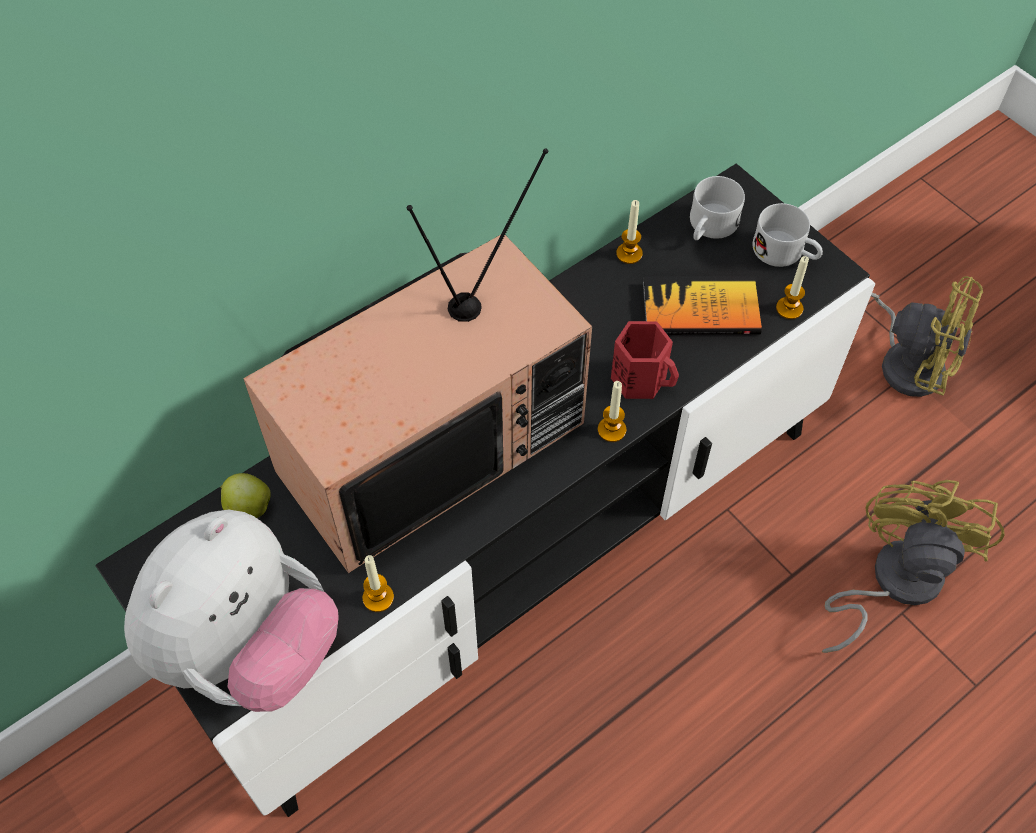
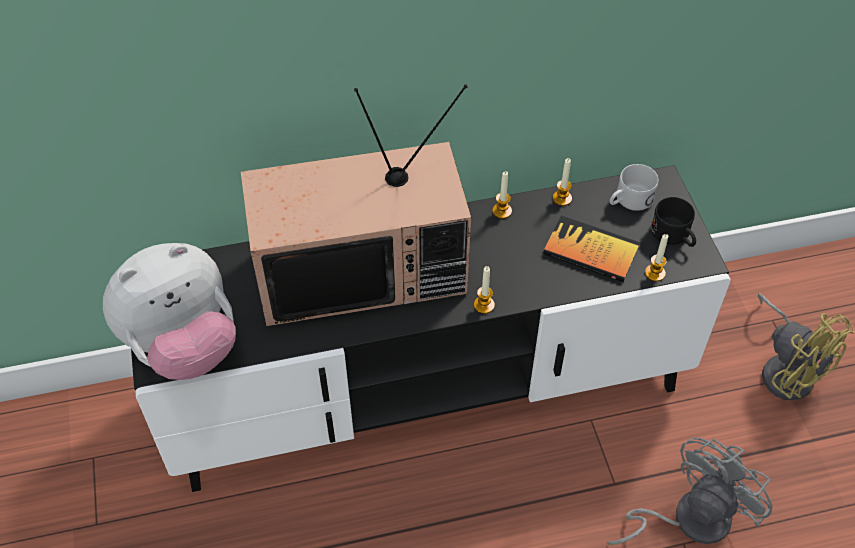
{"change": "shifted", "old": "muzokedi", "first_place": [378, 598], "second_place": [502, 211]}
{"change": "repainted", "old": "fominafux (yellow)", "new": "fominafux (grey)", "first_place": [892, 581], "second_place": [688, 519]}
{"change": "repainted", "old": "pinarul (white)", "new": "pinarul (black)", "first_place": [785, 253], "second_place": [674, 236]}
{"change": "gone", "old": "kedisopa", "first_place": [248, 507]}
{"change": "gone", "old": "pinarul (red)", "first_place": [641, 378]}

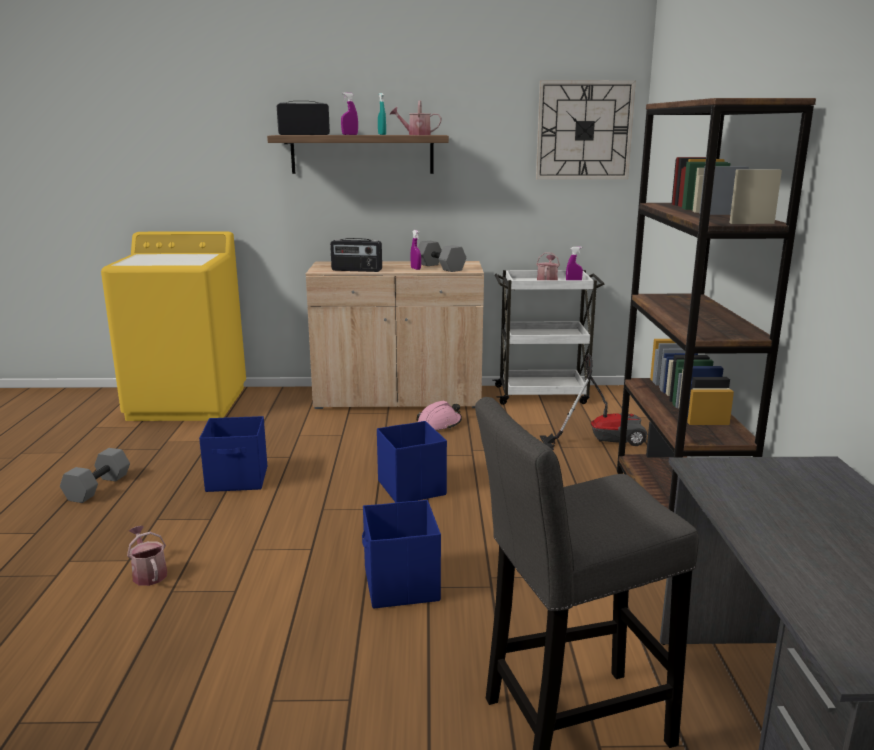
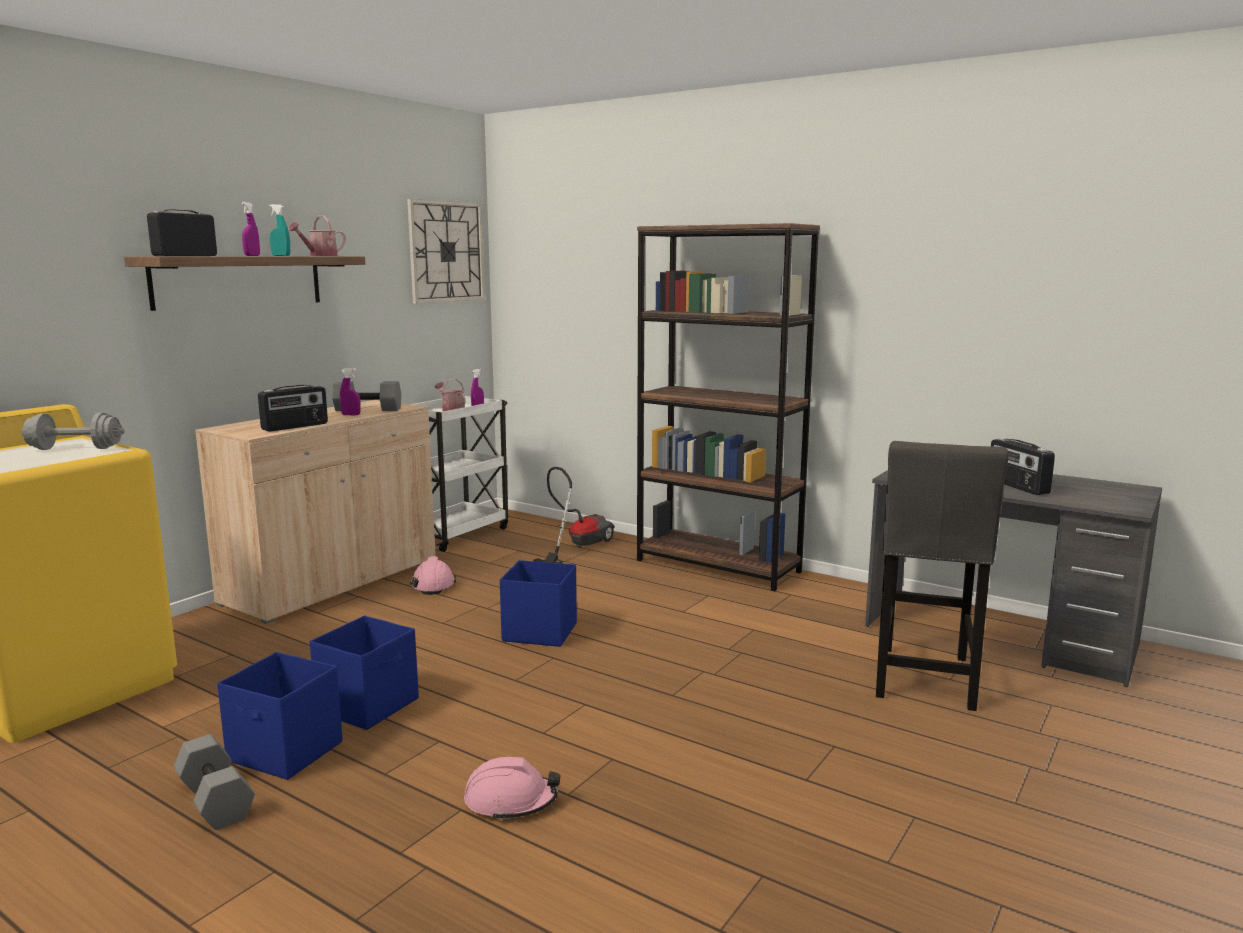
{"change": "new", "new": "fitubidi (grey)", "second_place": [75, 449]}
{"change": "shifted", "old": "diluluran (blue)", "first_place": [401, 585], "second_place": [286, 752]}
{"change": "swapped", "old": "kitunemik", "new": "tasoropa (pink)", "first_place": [148, 573], "second_place": [511, 801]}
{"change": "new", "new": "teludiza", "second_place": [1017, 486]}

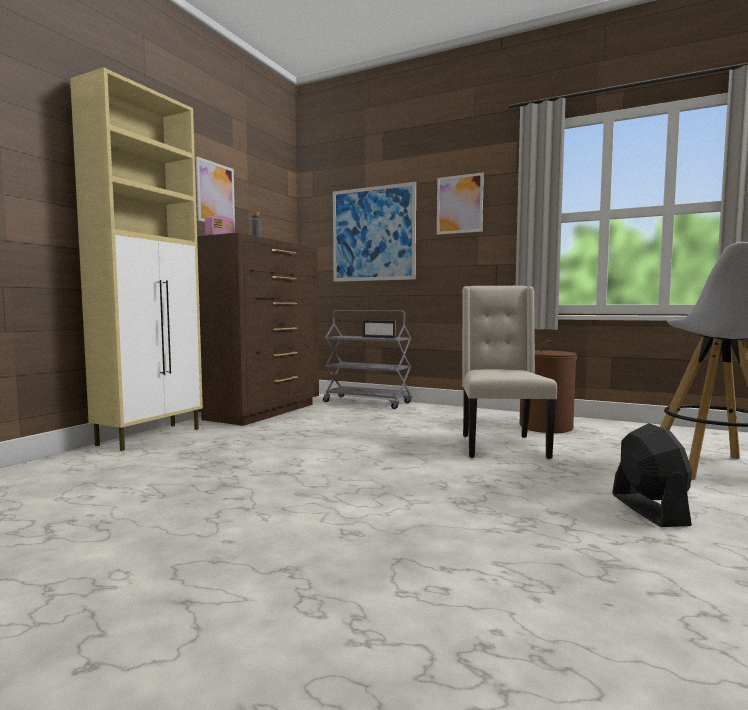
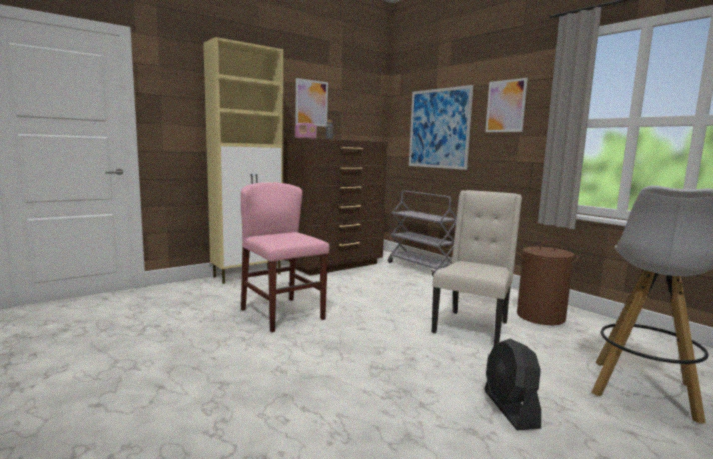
{"change": "new", "new": "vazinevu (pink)", "second_place": [282, 314]}
{"change": "rotated", "old": "fominafux (black)", "first_place": [648, 509], "second_place": [510, 409], "degrees": 150}
{"change": "gone", "old": "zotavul", "first_place": [378, 337]}

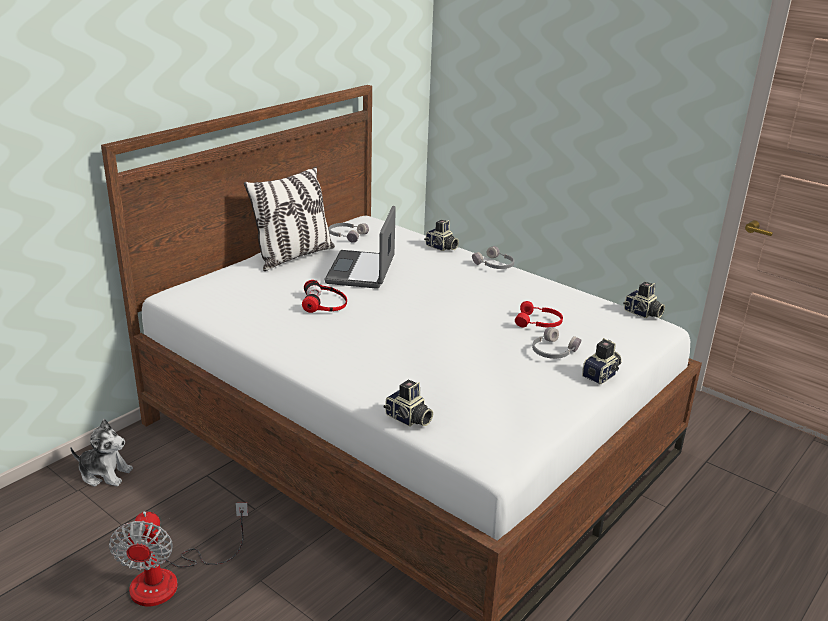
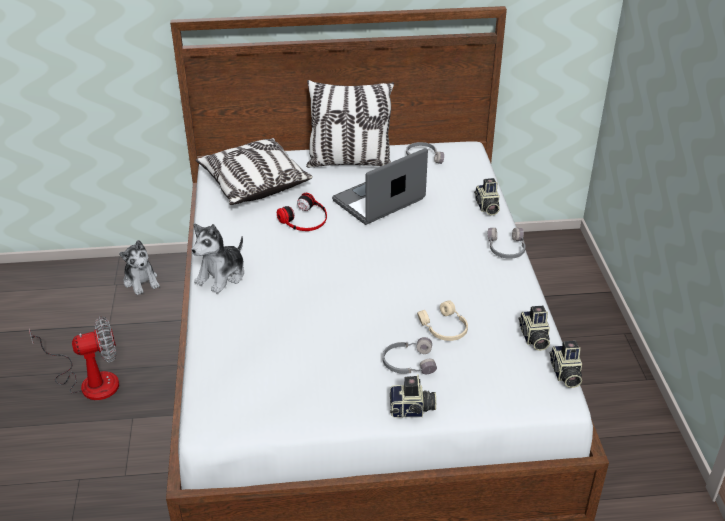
{"change": "rotated", "old": "fominafux", "first_place": [170, 579], "second_place": [90, 381], "degrees": -150}
{"change": "new", "new": "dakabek", "second_place": [222, 276]}
{"change": "new", "new": "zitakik", "second_place": [254, 184]}
{"change": "repainted", "old": "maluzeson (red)", "new": "maluzeson (beige)", "first_place": [539, 323], "second_place": [444, 328]}
{"change": "shifted", "old": "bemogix", "first_place": [408, 419], "second_place": [533, 338]}

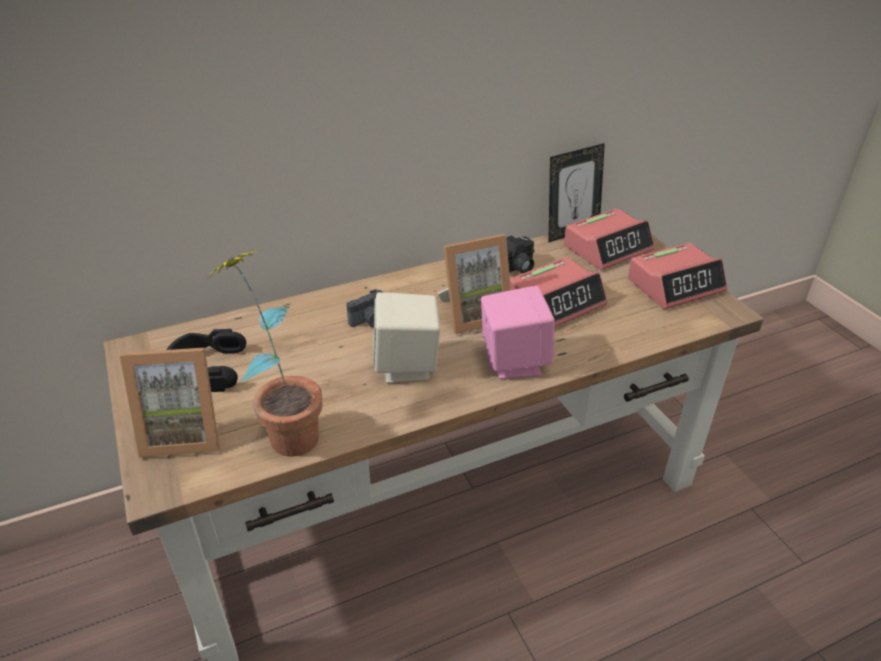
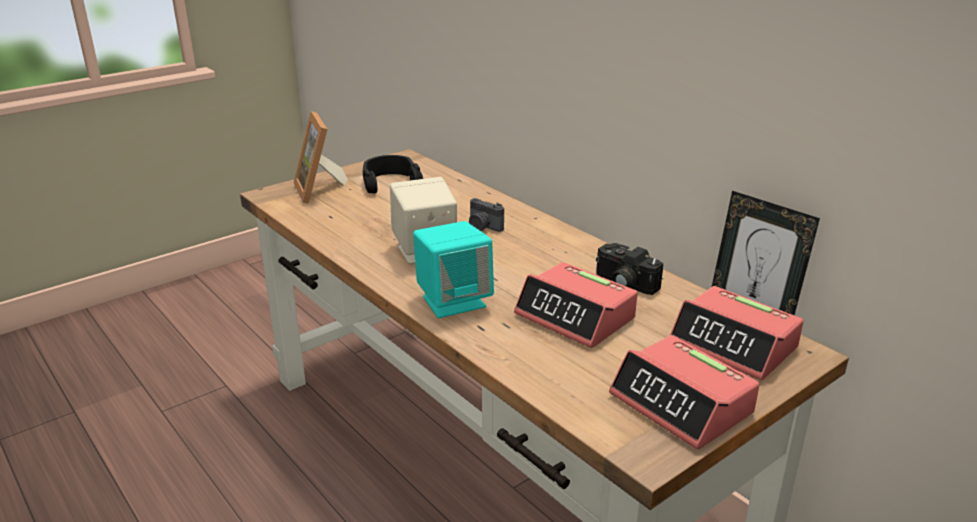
{"change": "repainted", "old": "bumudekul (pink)", "new": "bumudekul (turquoise)", "first_place": [513, 361], "second_place": [454, 301]}
{"change": "gone", "old": "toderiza", "first_place": [285, 430]}
{"change": "gone", "old": "zotavul", "first_place": [474, 314]}

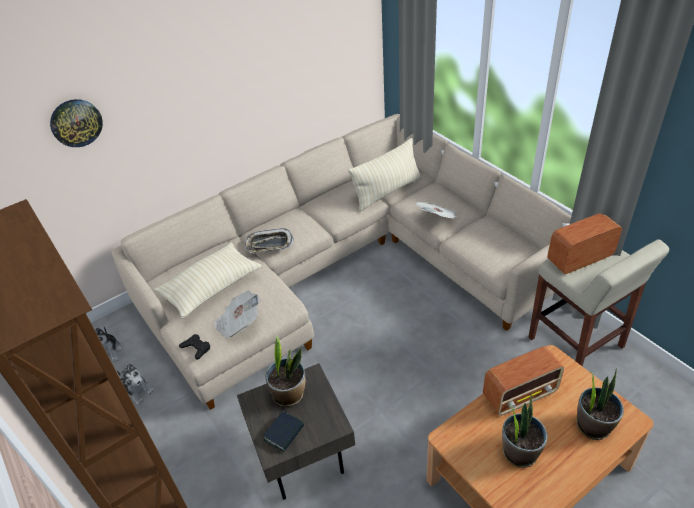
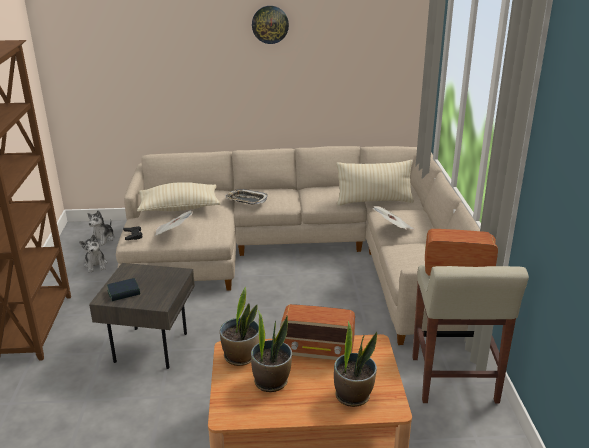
{"change": "shifted", "old": "toderiza", "first_place": [289, 394], "second_place": [241, 357]}
{"change": "shifted", "old": "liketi", "first_place": [76, 123], "second_place": [270, 24]}

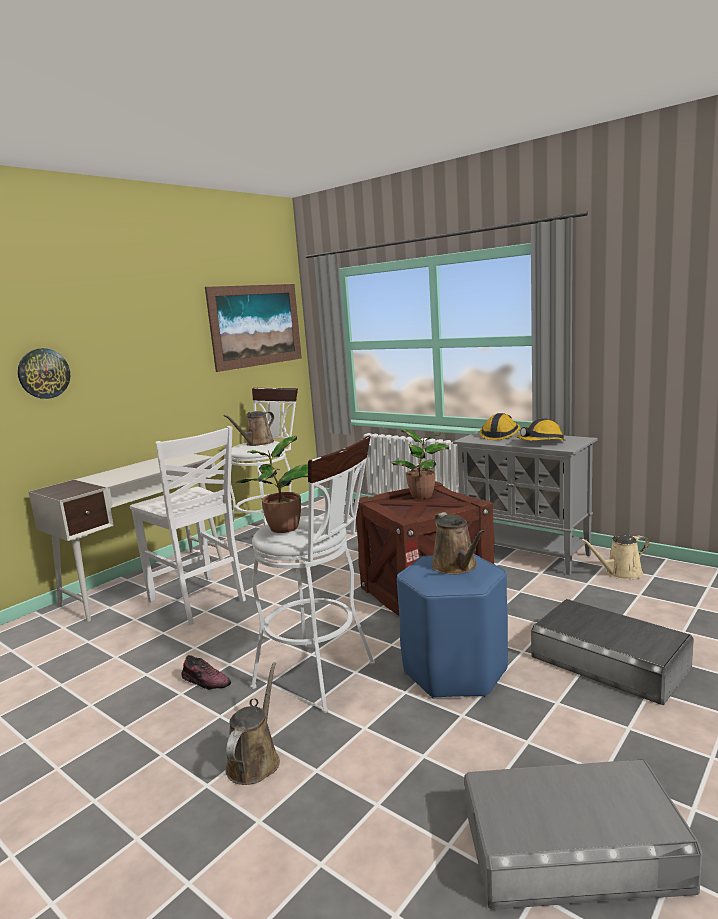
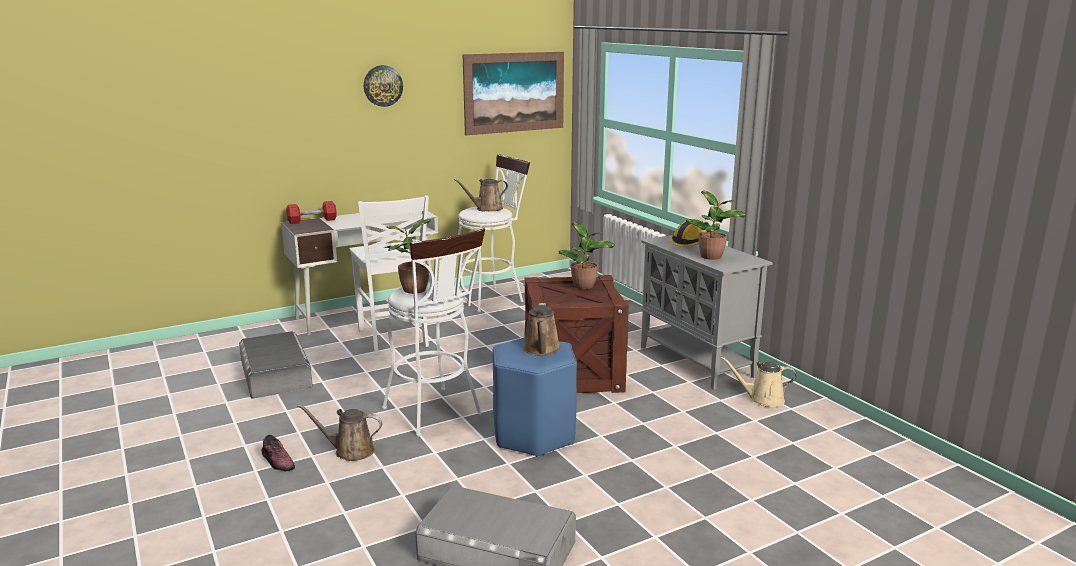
{"change": "shifted", "old": "diluluran (grey)", "first_place": [609, 661], "second_place": [275, 374]}
{"change": "shifted", "old": "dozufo", "first_place": [206, 682], "second_place": [278, 462]}
{"change": "new", "new": "fitubidi (red)", "second_place": [312, 221]}
{"change": "rotated", "old": "kitunemik (brown)", "first_place": [255, 760], "second_place": [350, 451], "degrees": -120}
{"change": "shifted", "old": "liketi", "first_place": [43, 373], "second_place": [383, 86]}
{"change": "swapped", "old": "tasoropa", "new": "toderiza", "first_place": [541, 442], "second_place": [712, 257]}

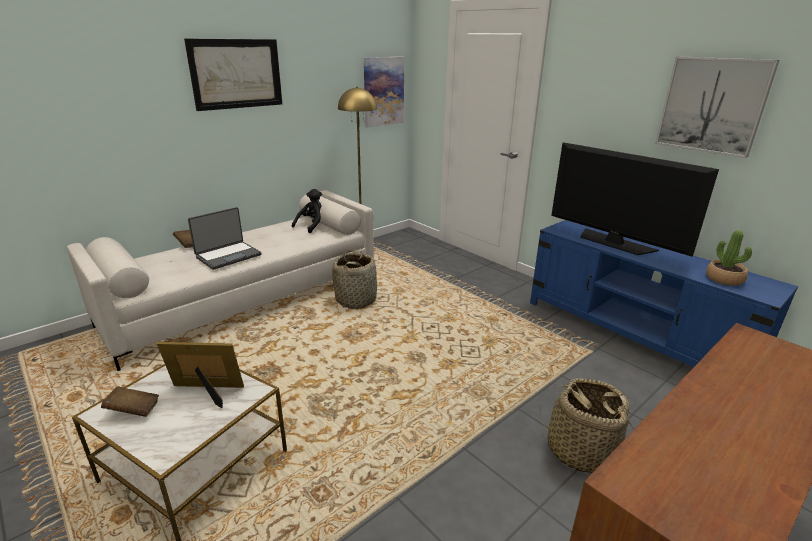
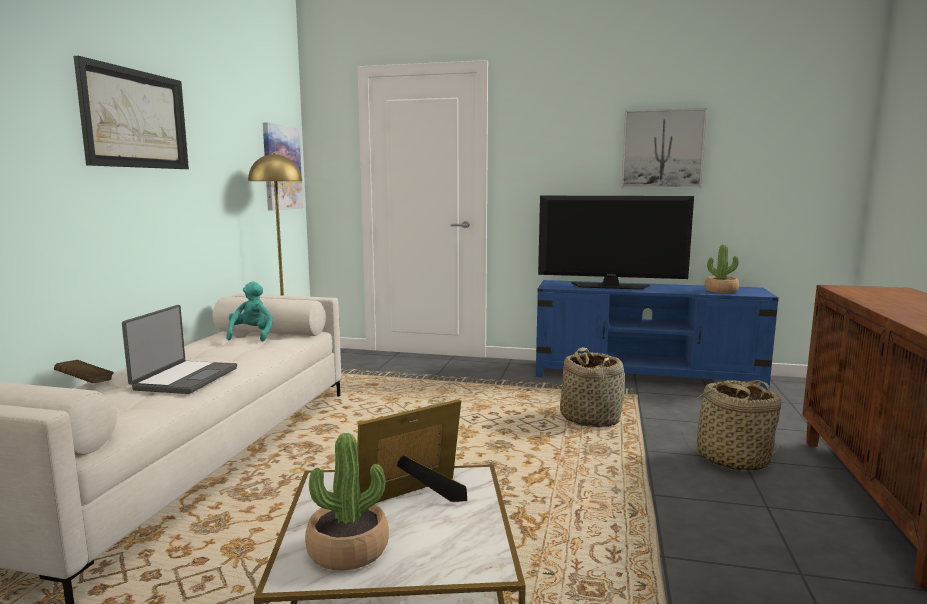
{"change": "repainted", "old": "dakabek (black)", "new": "dakabek (turquoise)", "first_place": [311, 226], "second_place": [252, 335]}
{"change": "swapped", "old": "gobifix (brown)", "new": "toderiza", "first_place": [133, 410], "second_place": [348, 550]}
{"change": "shifted", "old": "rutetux", "first_place": [356, 299], "second_place": [590, 418]}

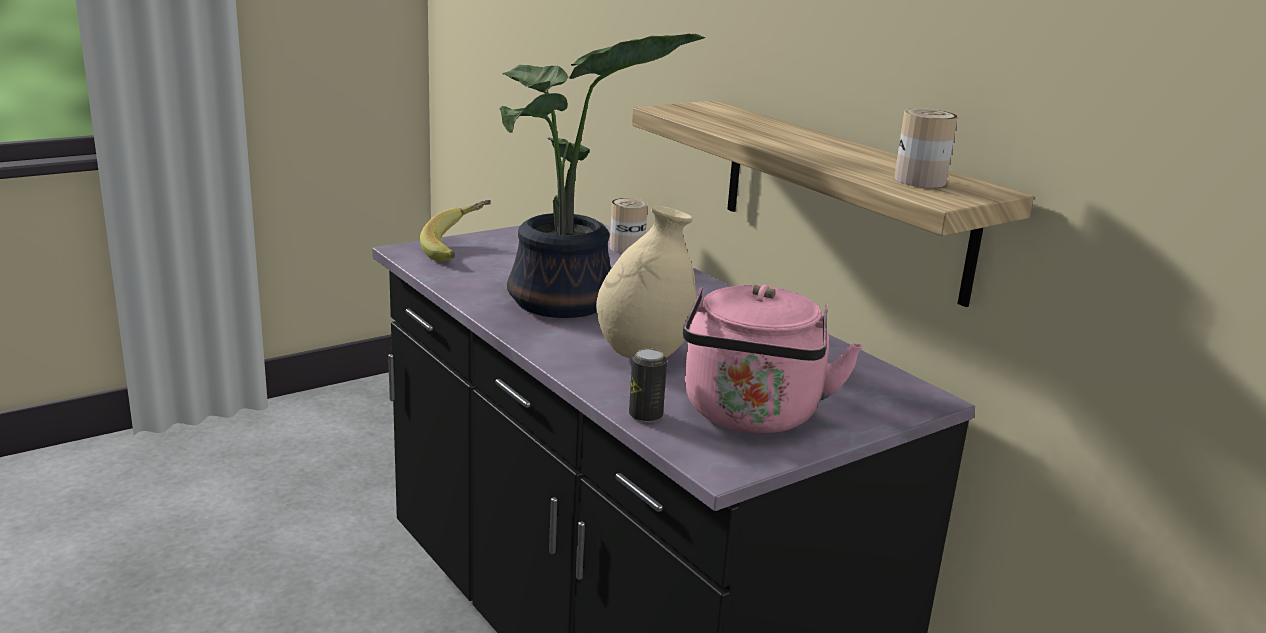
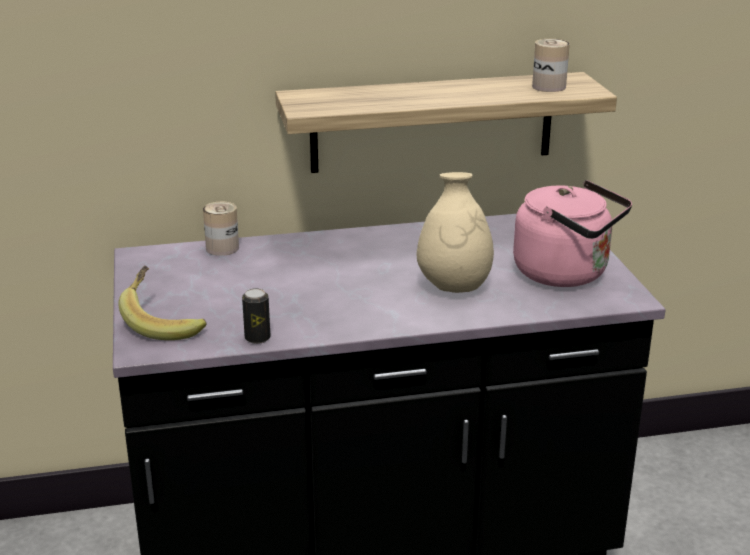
{"change": "shifted", "old": "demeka", "first_place": [645, 415], "second_place": [257, 338]}
{"change": "gone", "old": "toderiza", "first_place": [565, 304]}

